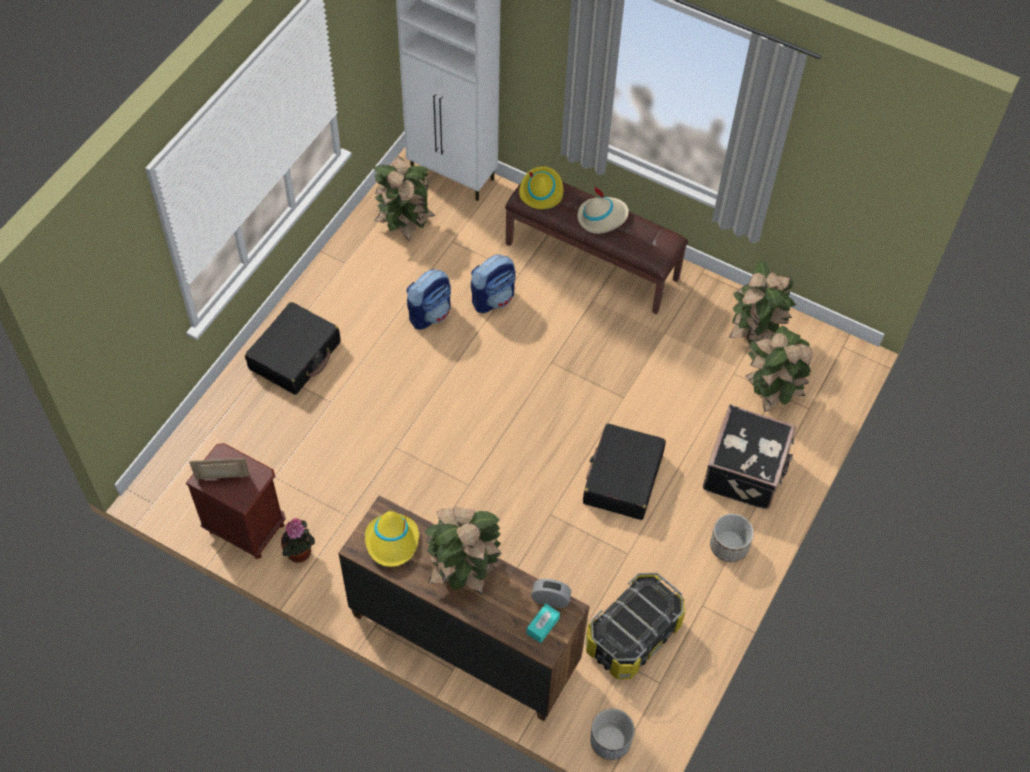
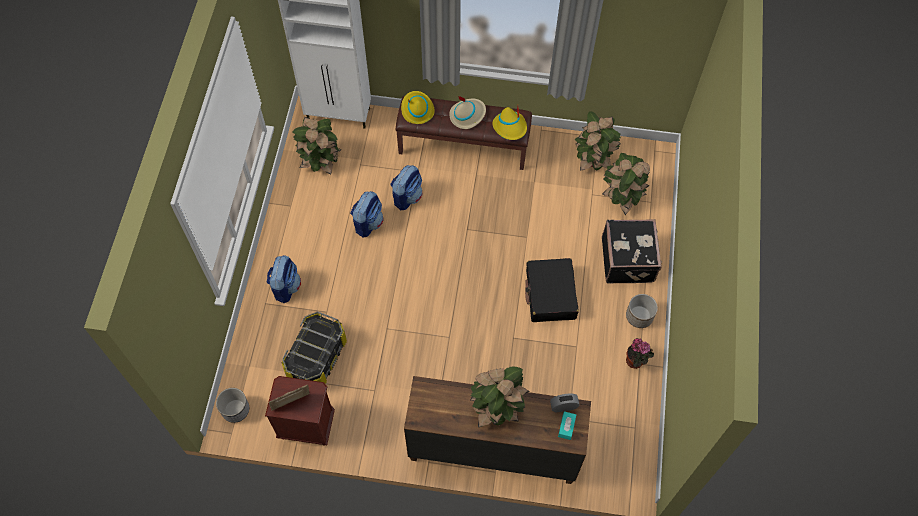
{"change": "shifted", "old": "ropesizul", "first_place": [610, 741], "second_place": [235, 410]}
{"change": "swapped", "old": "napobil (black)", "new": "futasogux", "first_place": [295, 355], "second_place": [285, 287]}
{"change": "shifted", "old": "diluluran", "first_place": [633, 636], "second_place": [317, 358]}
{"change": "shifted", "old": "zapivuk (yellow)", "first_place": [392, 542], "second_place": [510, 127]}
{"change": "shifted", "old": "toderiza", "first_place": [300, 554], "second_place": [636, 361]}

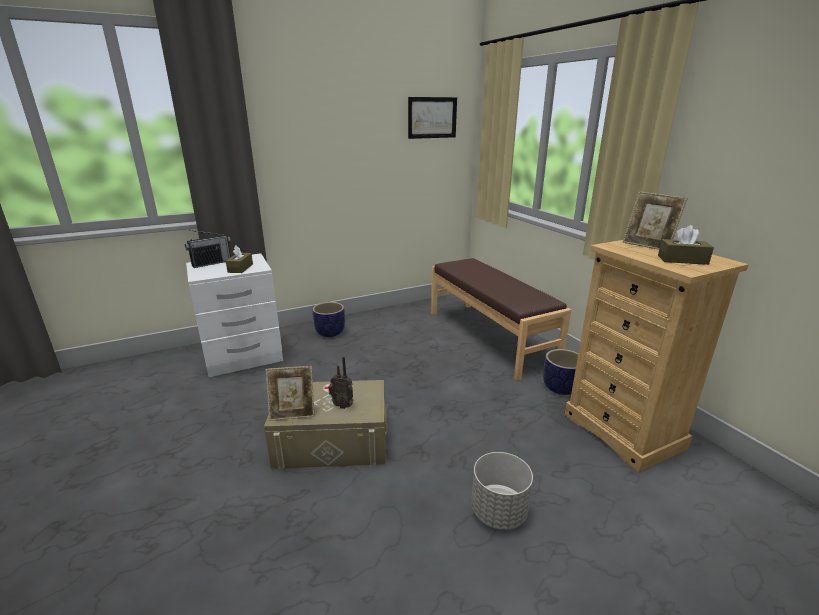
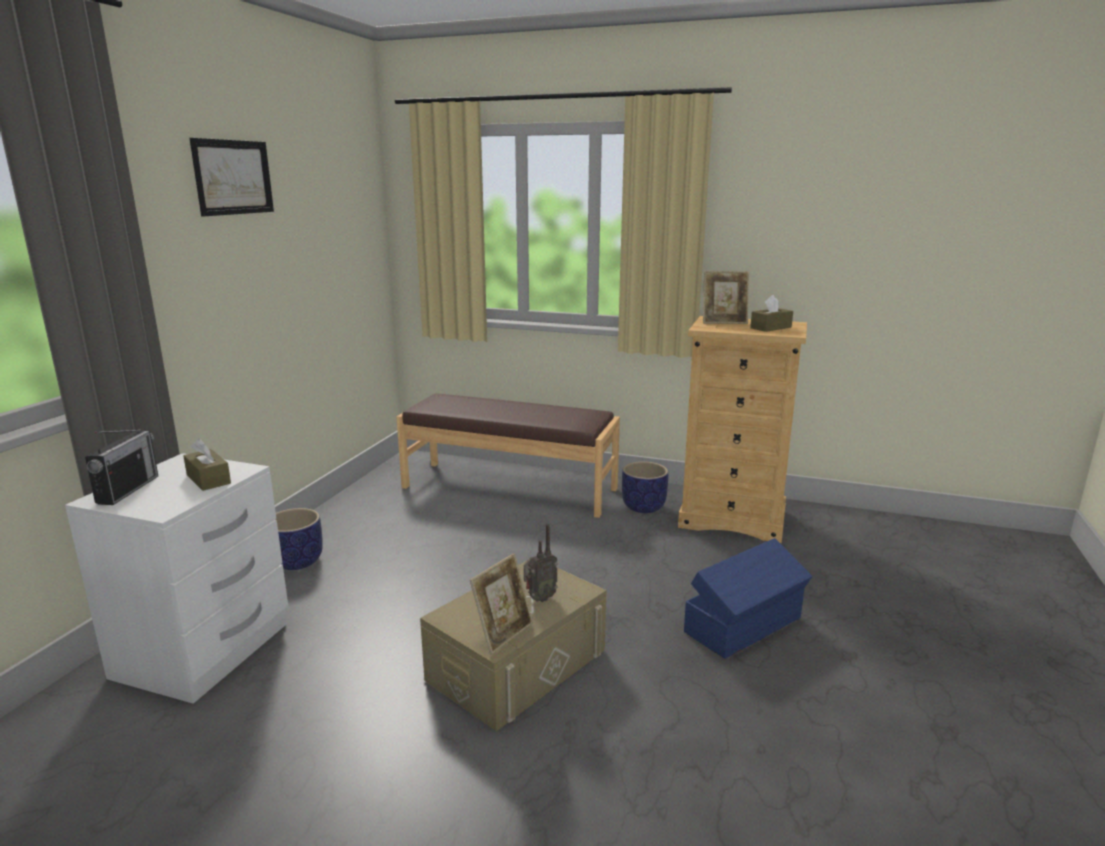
{"change": "shifted", "old": "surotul", "first_place": [432, 117], "second_place": [233, 177]}
{"change": "swapped", "old": "ropesizul (grey)", "new": "diluluran (blue)", "first_place": [499, 512], "second_place": [745, 625]}

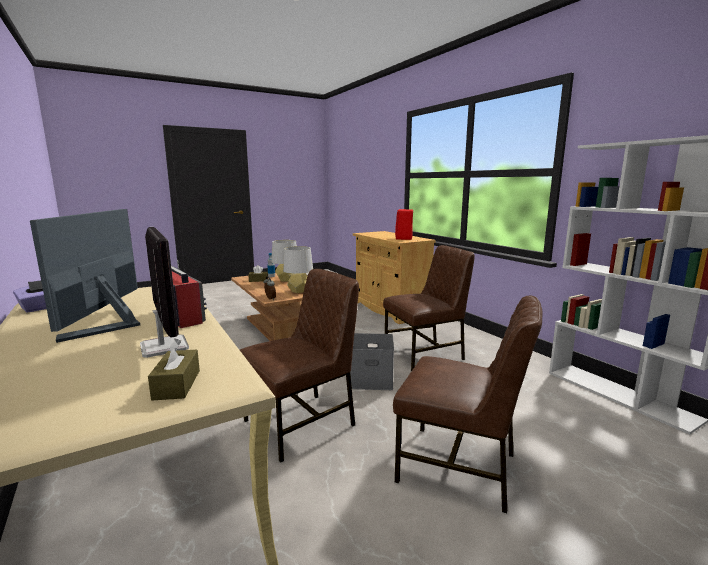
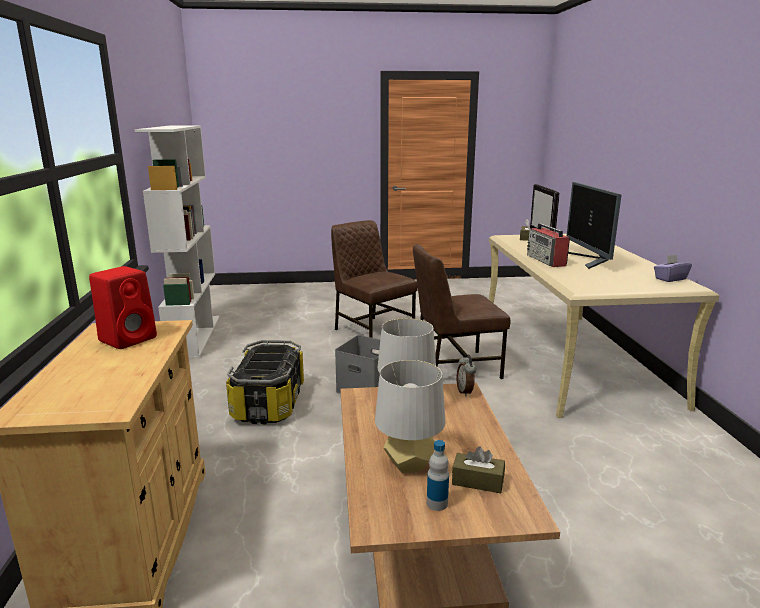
{"change": "swapped", "old": "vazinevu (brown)", "new": "diluluran", "first_place": [425, 354], "second_place": [268, 403]}
{"change": "rotated", "old": "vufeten", "first_place": [110, 325], "second_place": [589, 260], "degrees": 150}

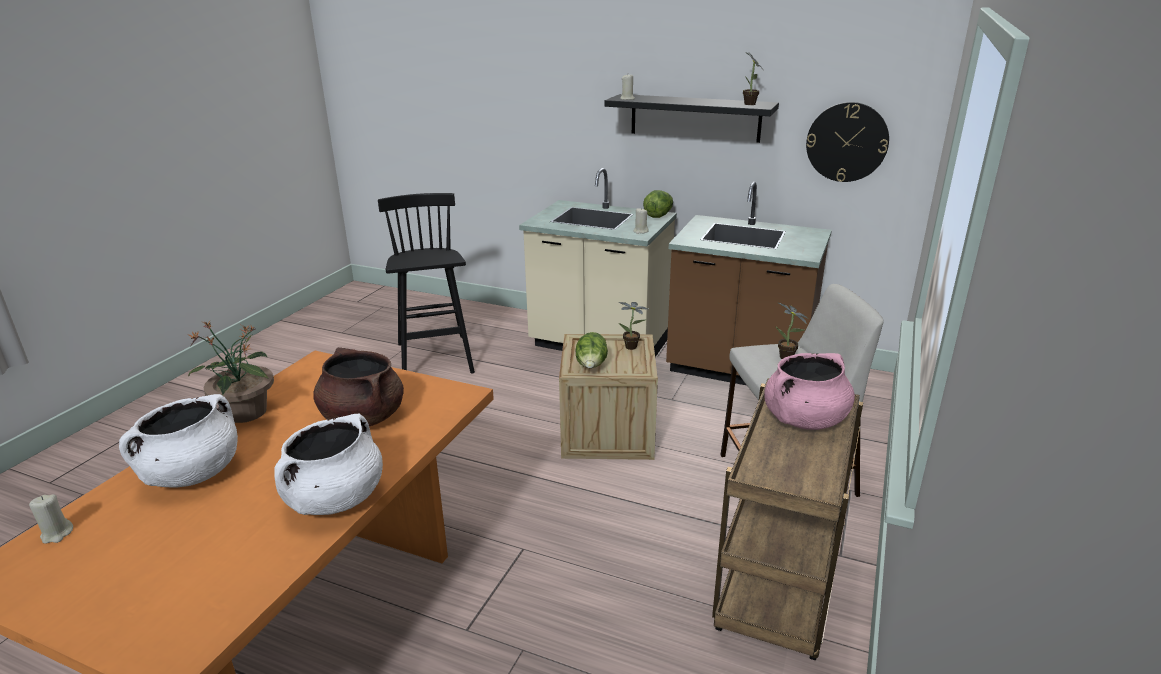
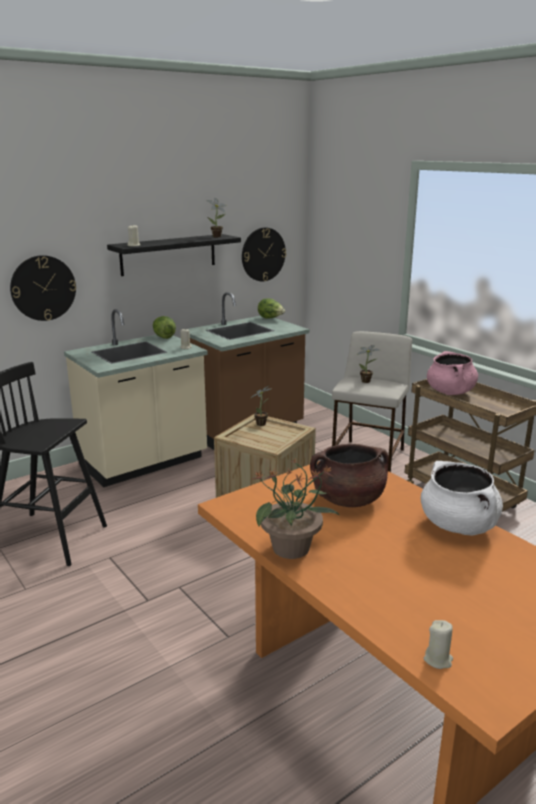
{"change": "new", "new": "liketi", "second_place": [43, 288]}
{"change": "shifted", "old": "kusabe", "first_place": [591, 367], "second_place": [271, 318]}
{"change": "gone", "old": "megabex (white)", "first_place": [192, 474]}

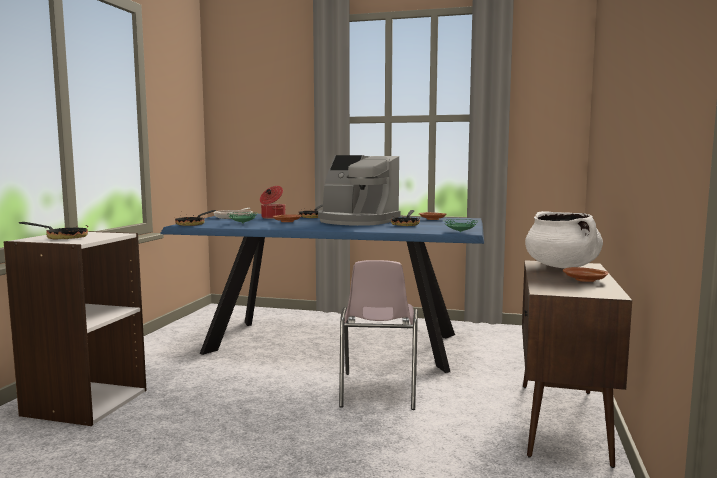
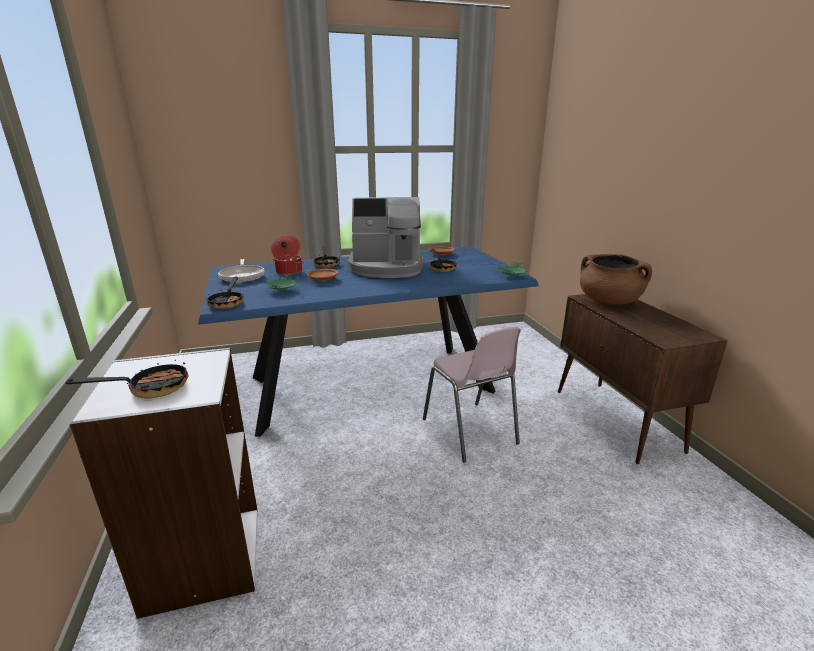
{"change": "repainted", "old": "megabex (white)", "new": "megabex (brown)", "first_place": [562, 267], "second_place": [609, 301]}
{"change": "gone", "old": "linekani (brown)", "first_place": [585, 280]}

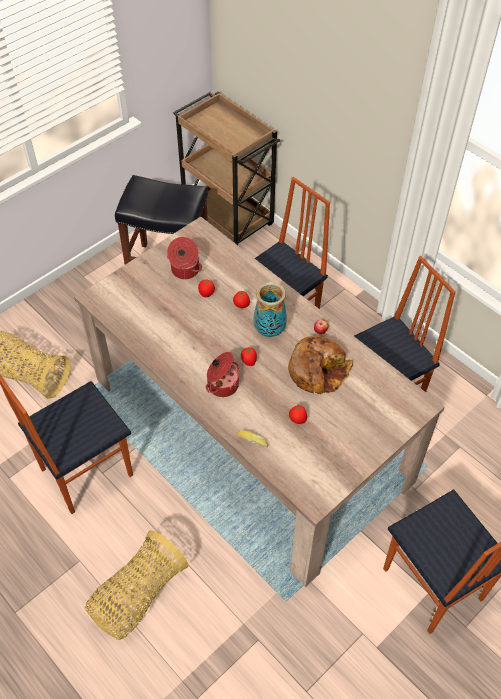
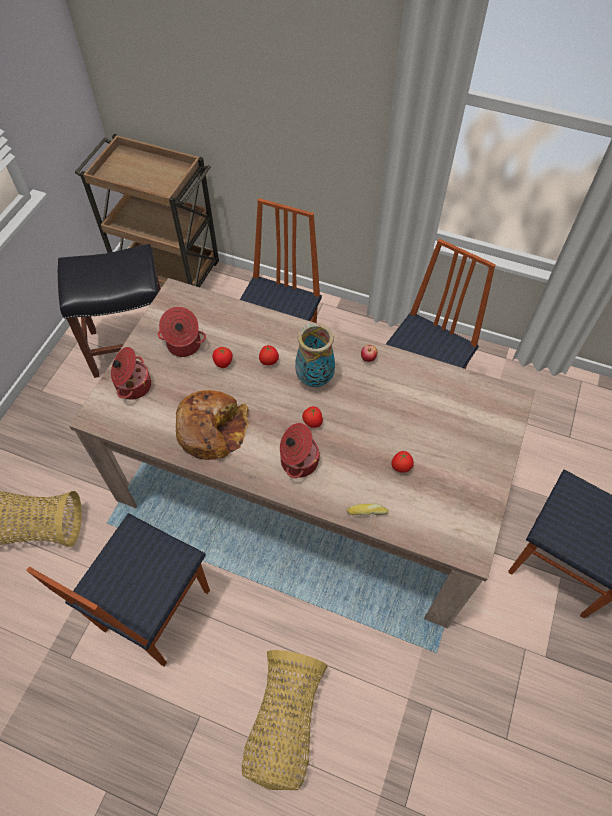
{"change": "new", "new": "megabex", "second_place": [133, 385]}
{"change": "shifted", "old": "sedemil", "first_place": [318, 370], "second_place": [212, 429]}

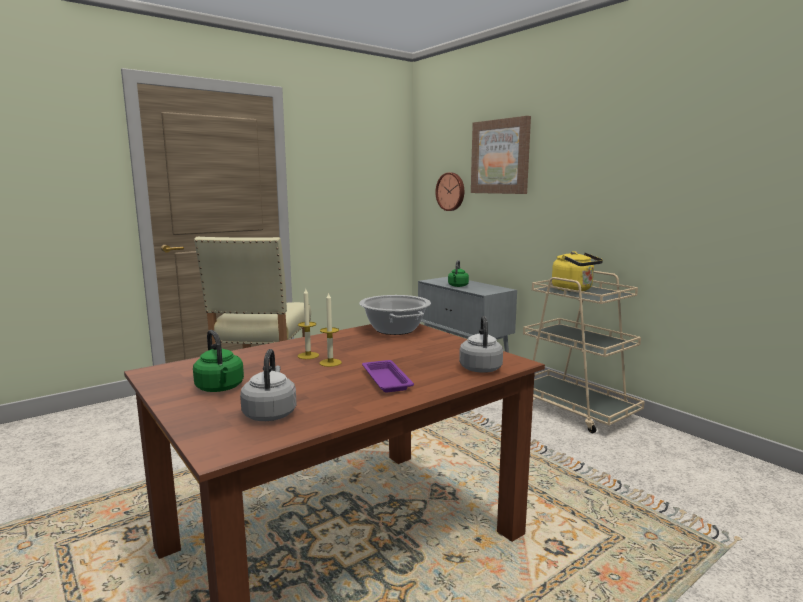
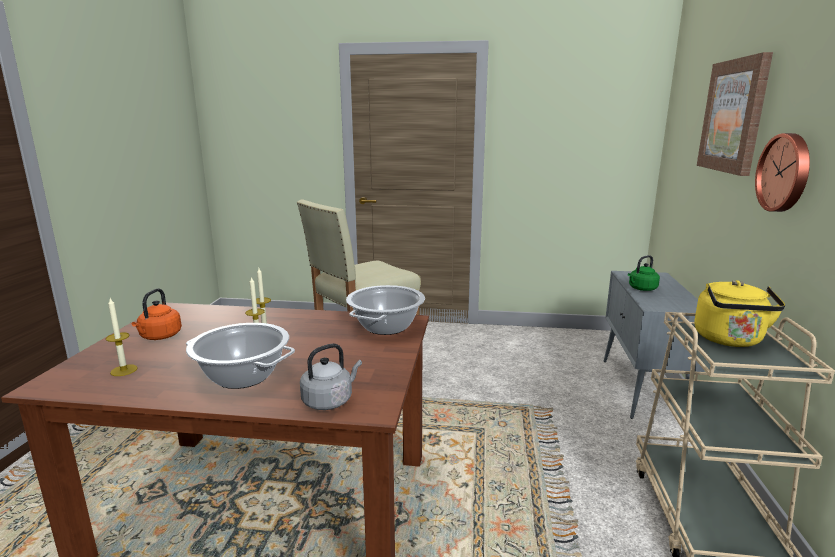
{"change": "swapped", "old": "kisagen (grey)", "new": "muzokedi", "first_place": [270, 413], "second_place": [124, 370]}
{"change": "repainted", "old": "kisagen (green)", "new": "kisagen (orange)", "first_place": [220, 388], "second_place": [159, 337]}
{"change": "swapped", "old": "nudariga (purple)", "new": "megabex", "first_place": [386, 379], "second_place": [242, 376]}
{"change": "shifted", "old": "liketi", "first_place": [451, 191], "second_place": [785, 173]}

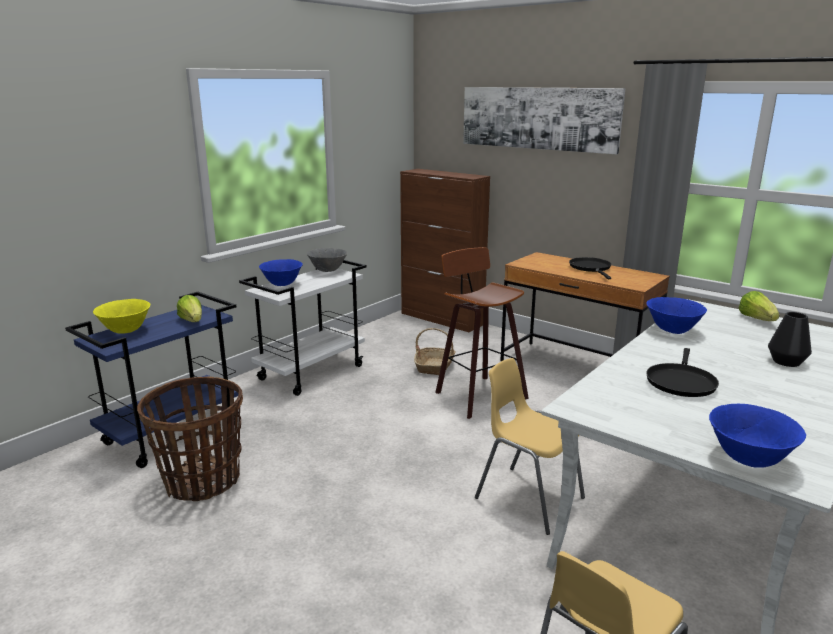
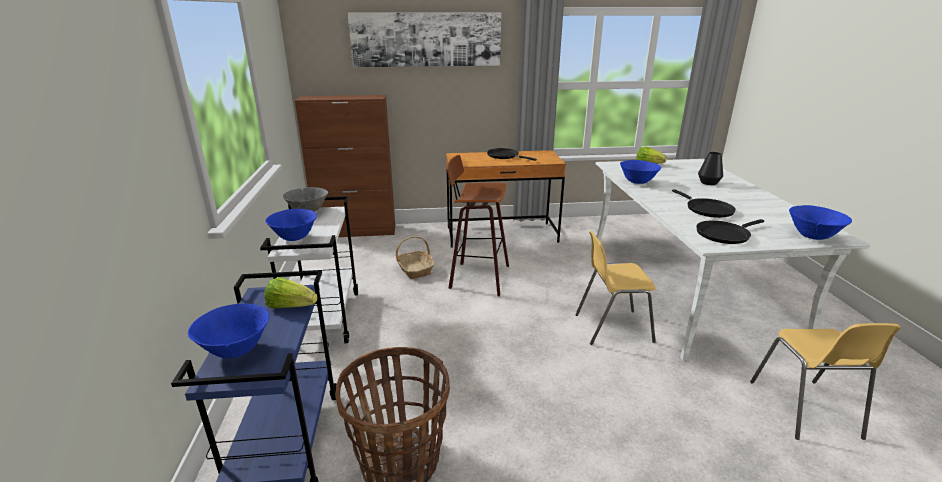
{"change": "repainted", "old": "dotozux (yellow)", "new": "dotozux (blue)", "first_place": [126, 331], "second_place": [237, 351]}
{"change": "new", "new": "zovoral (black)", "second_place": [724, 234]}

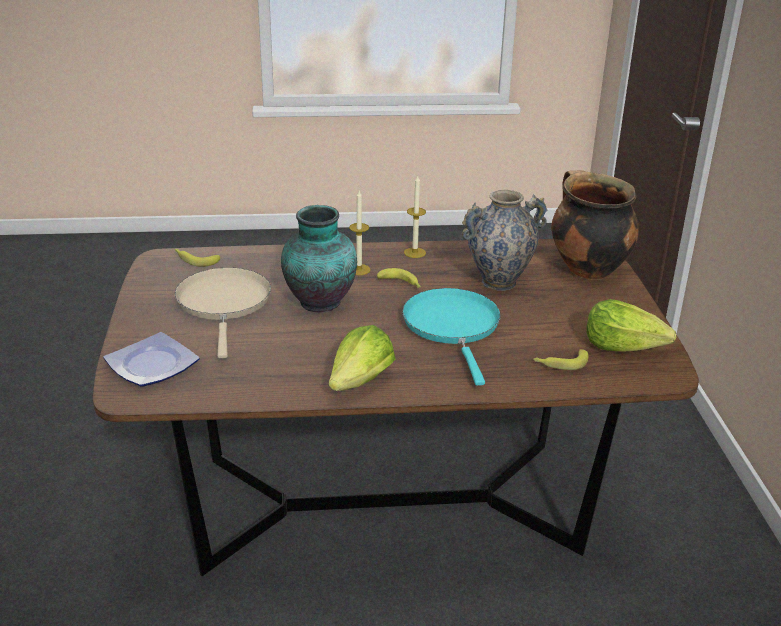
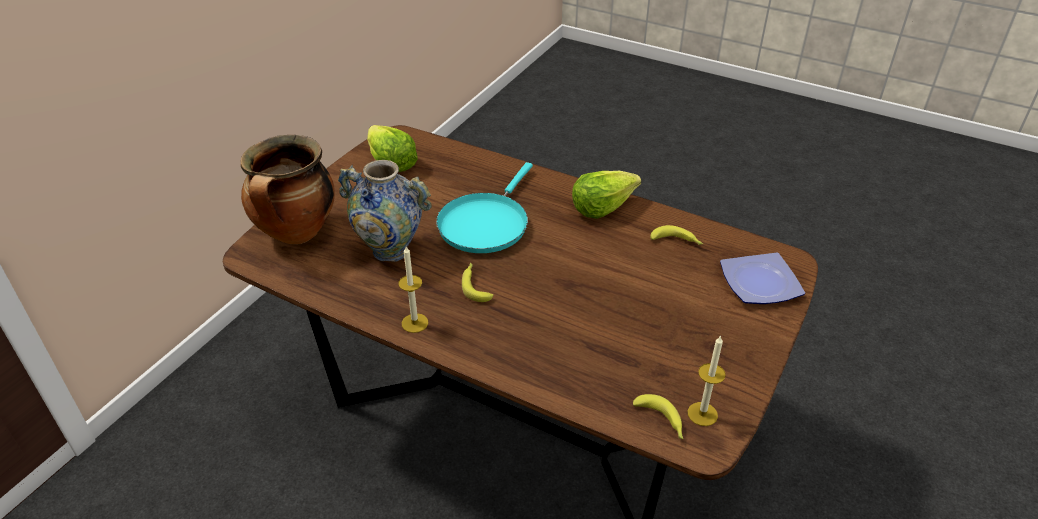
{"change": "shifted", "old": "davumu", "first_place": [560, 363], "second_place": [677, 241]}
{"change": "shifted", "old": "muzokedi", "first_place": [359, 269], "second_place": [702, 414]}
{"change": "gone", "old": "zovoral (beige)", "first_place": [224, 304]}
{"change": "gone", "old": "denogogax", "first_place": [319, 303]}

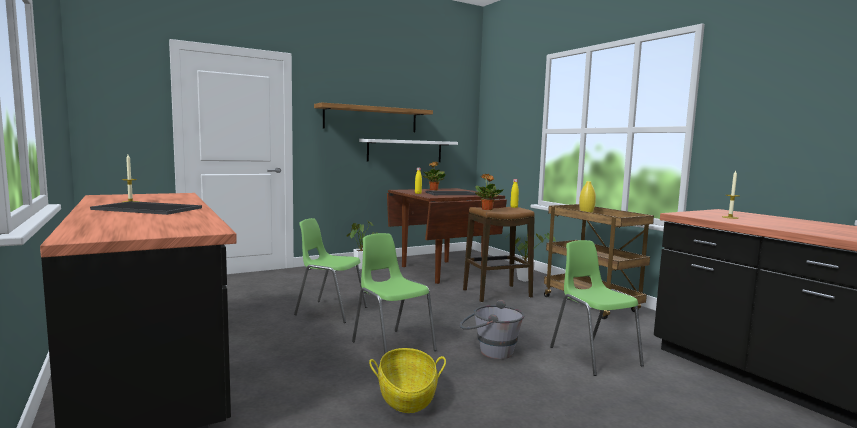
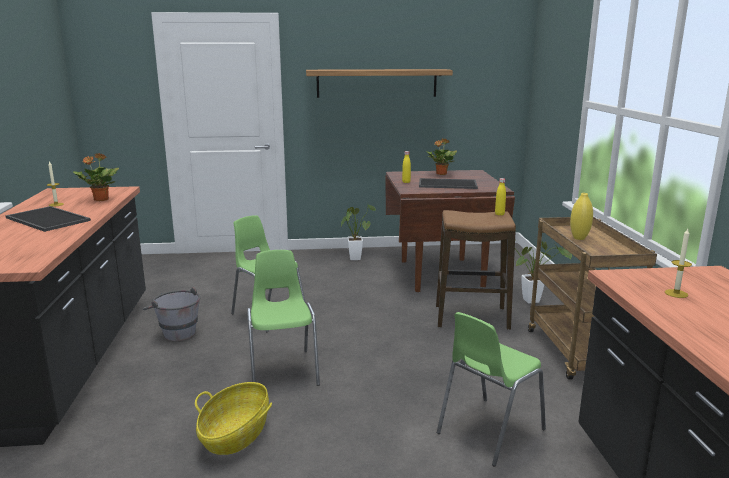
{"change": "shifted", "old": "toderiza", "first_place": [487, 209], "second_place": [100, 199]}
{"change": "shifted", "old": "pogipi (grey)", "first_place": [489, 351], "second_place": [175, 332]}
{"change": "rotated", "old": "vazinevu (green)", "first_place": [593, 356], "second_place": [489, 431], "degrees": -135}
{"change": "gone", "old": "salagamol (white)", "first_place": [405, 151]}

